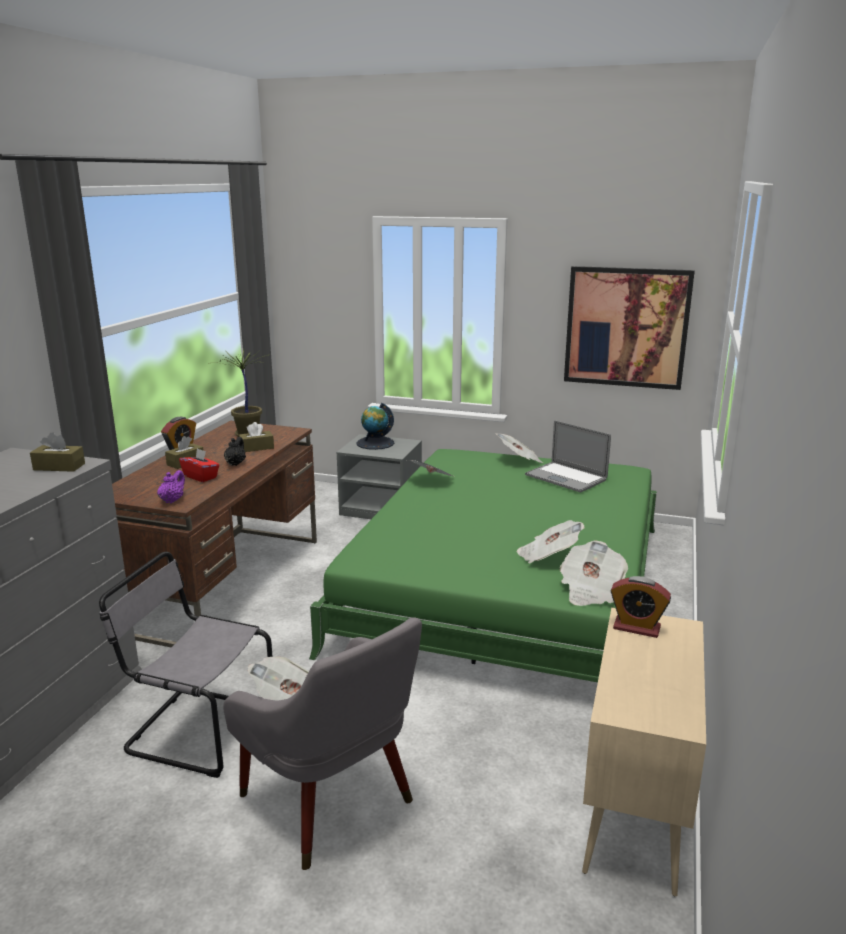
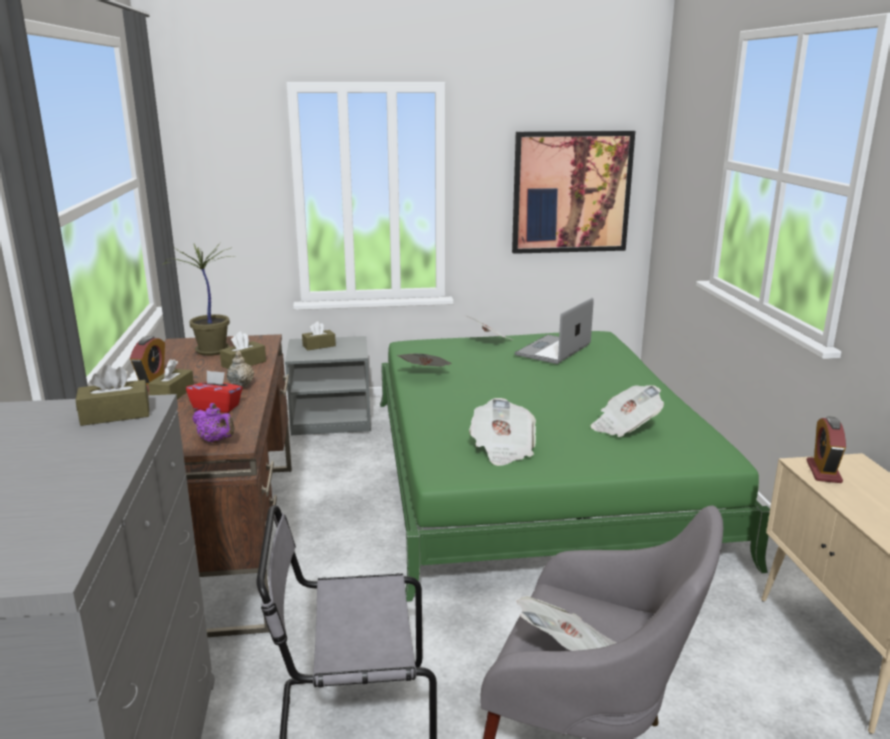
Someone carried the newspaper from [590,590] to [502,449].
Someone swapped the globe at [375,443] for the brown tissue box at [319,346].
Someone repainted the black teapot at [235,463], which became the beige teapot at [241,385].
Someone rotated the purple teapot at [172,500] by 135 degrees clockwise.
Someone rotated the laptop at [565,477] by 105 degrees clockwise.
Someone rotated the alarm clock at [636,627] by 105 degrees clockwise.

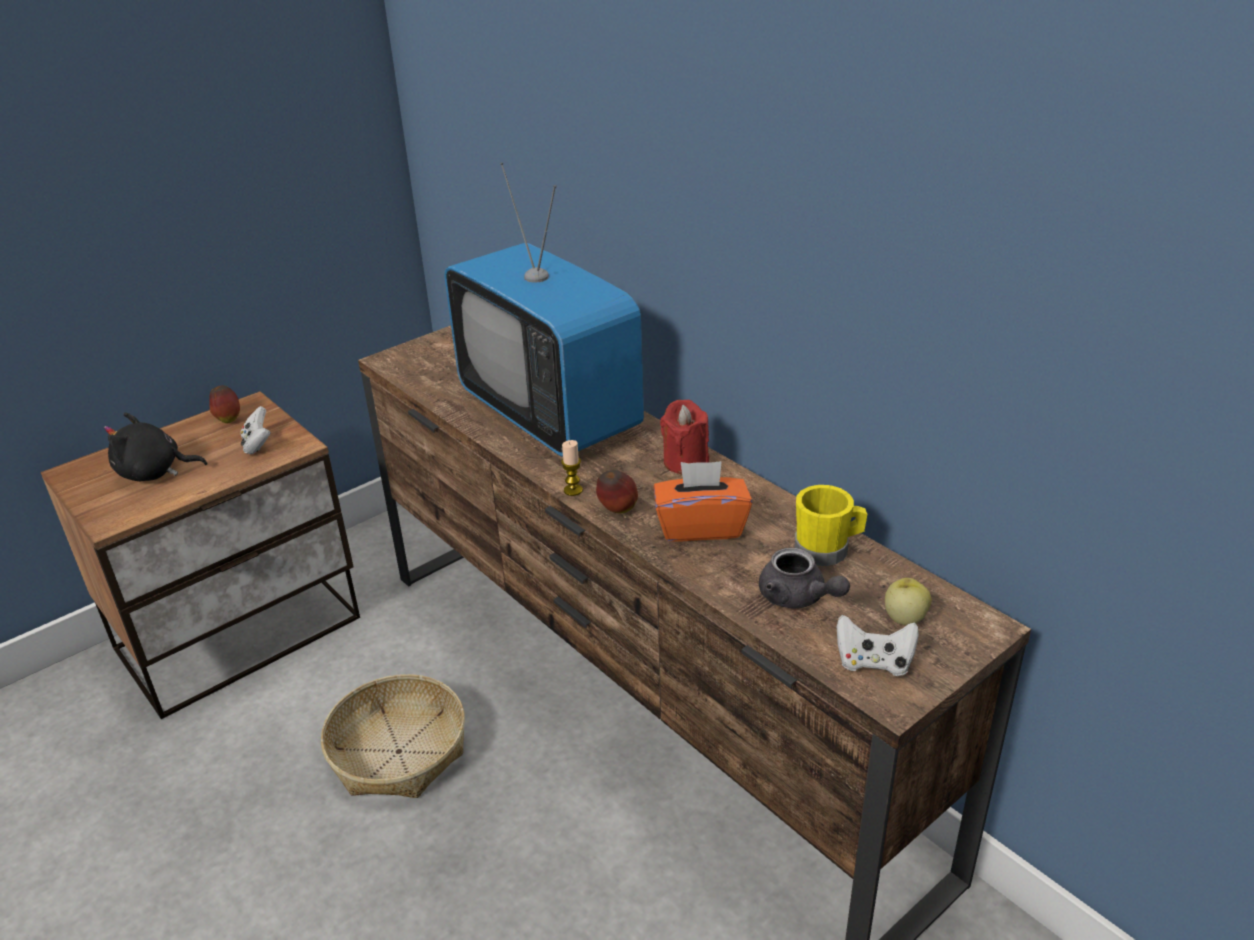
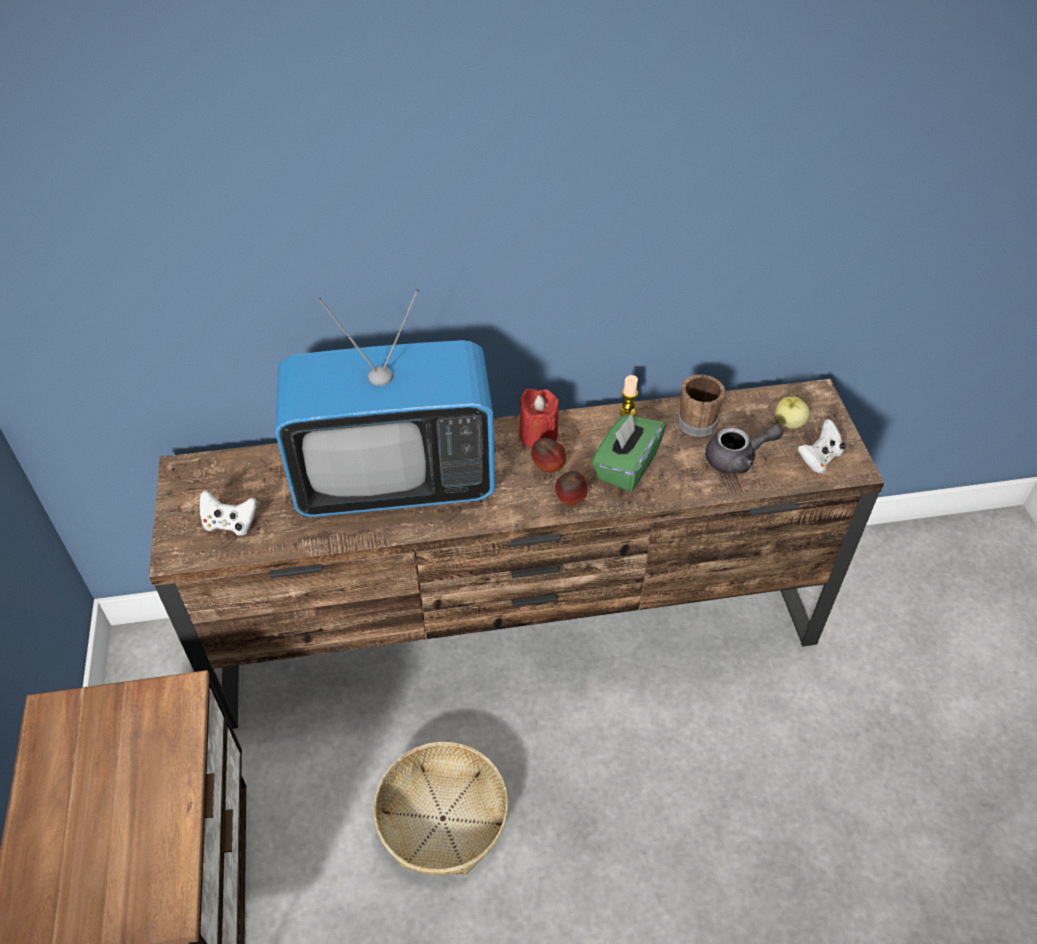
Someone took away the black plush toy at [154,472].
Someone carried the apple from [228,419] to [548,468].
Someone carried the white game controller from [258,444] to [230,523].
Someone carried the candle from [573,490] to [627,412].
Someone repainted the orange tissue box at [701,526], which became the green tissue box at [625,466].
Someone repainted the yellow mug at [827,550], which became the brown mug at [699,419].

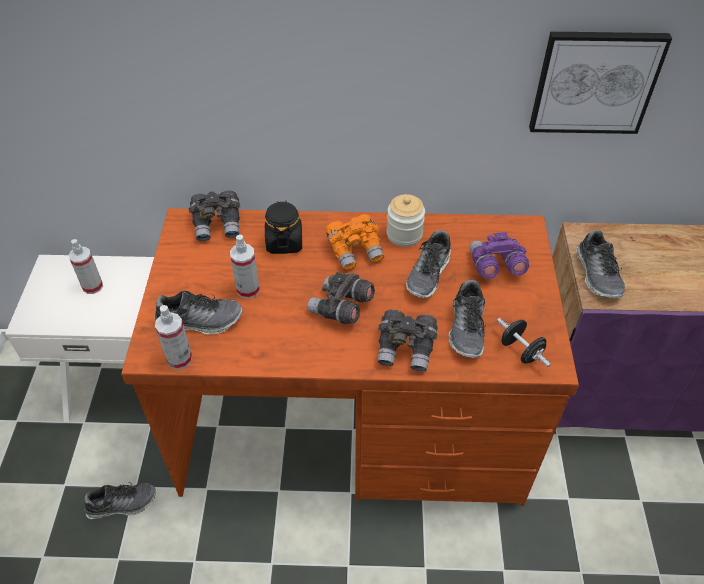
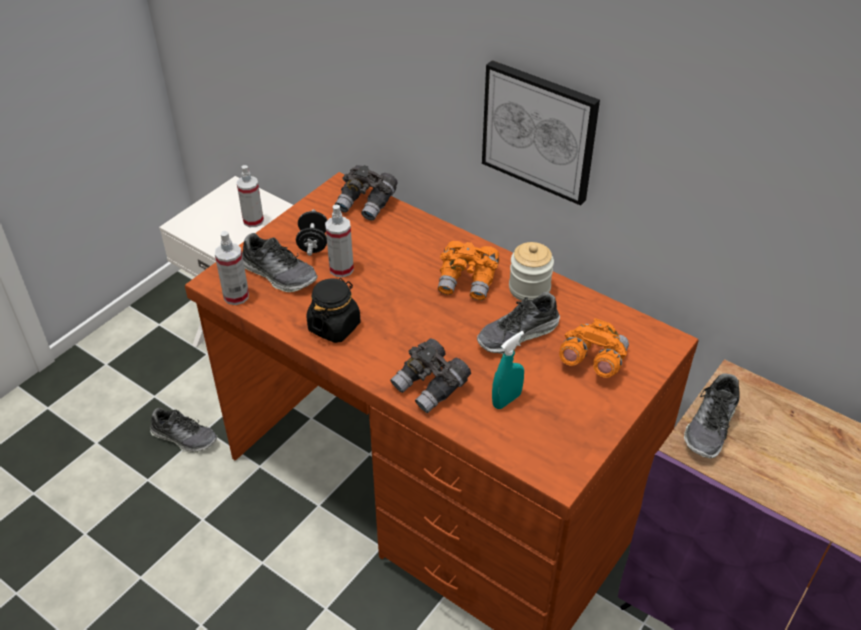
Someone took away the grey binoculars at [341,308].
Someone carried the black jar from [284,242] to [334,326].
Someone carried the black dumbbell from [520,351] to [313,244].
Someone carried the picture from [595,82] to [539,131].
Someone swapped the shoe at [467,328] for the turquoise spray bottle at [506,400].
Someone repainted the purple binoculars at [495,267], which became the orange binoculars at [592,361].

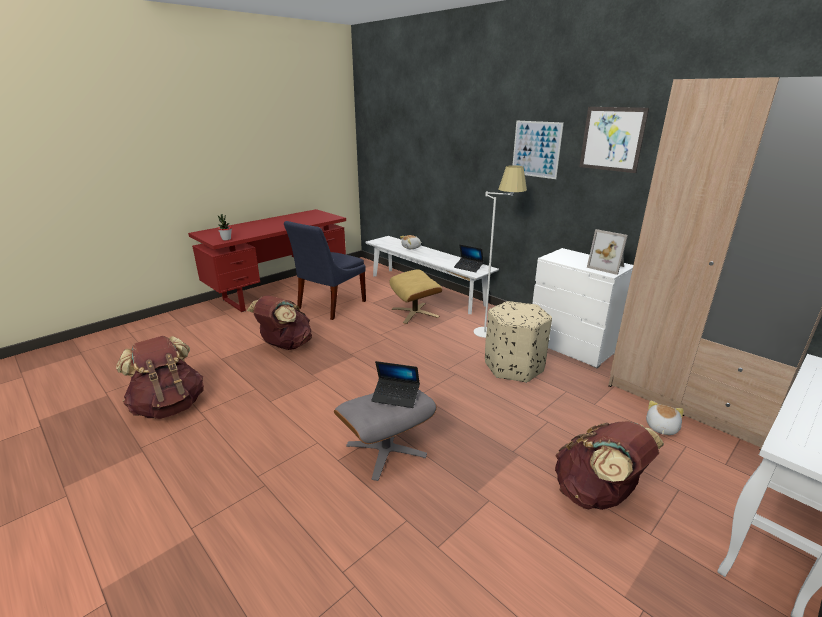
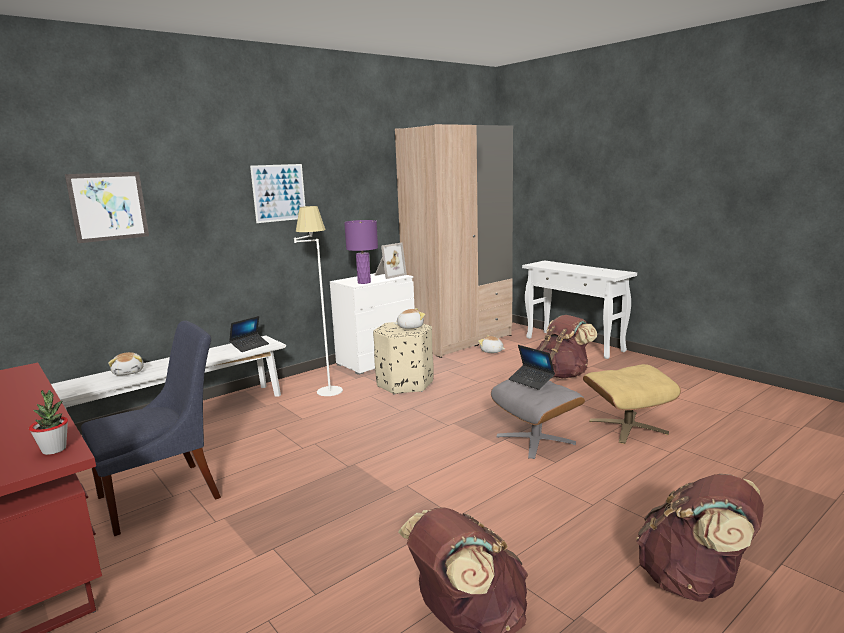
Someone put down the purple table lamp at [364,282].
Someone put down the plush toy at [410,327].
Someone carried the brown backpack from [285,346] to [694,582].
Someone carried the beige ottoman from [415,313] to [627,426].
Someone carried the picture from [612,139] to [108,206].
Someone rotated the blue chair at [329,306] by 75 degrees counterclockwise.
Someone rotated the laptop at [396,397] by 120 degrees clockwise.

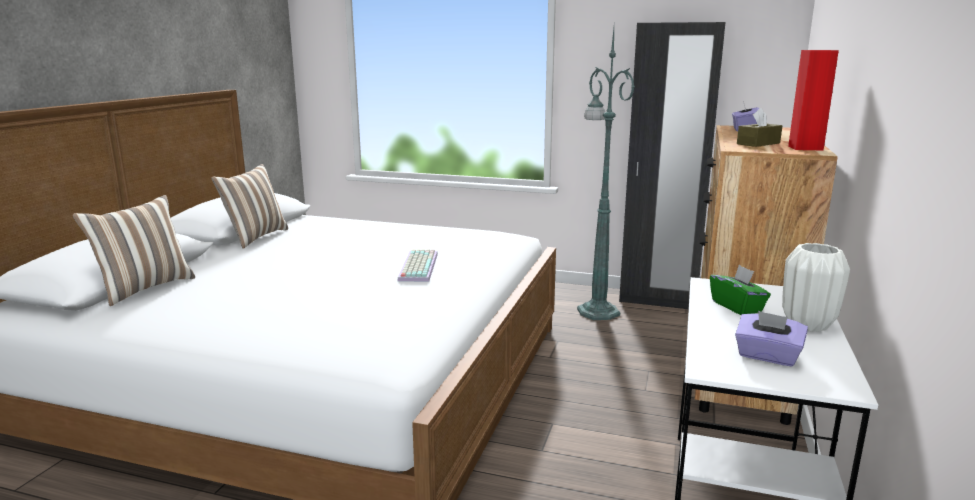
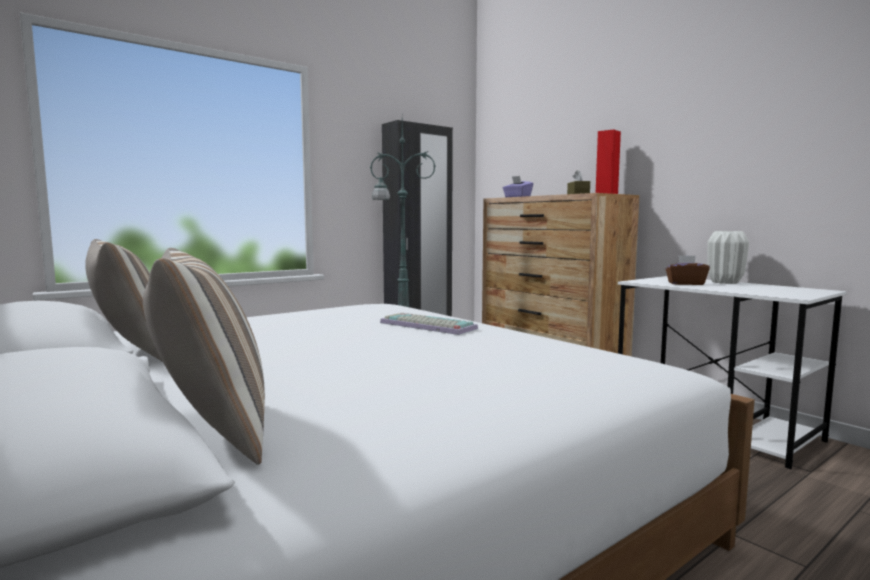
Someone took away the purple tissue box at [767,356].
Someone repainted the green tissue box at [737,307], which became the brown tissue box at [685,283].

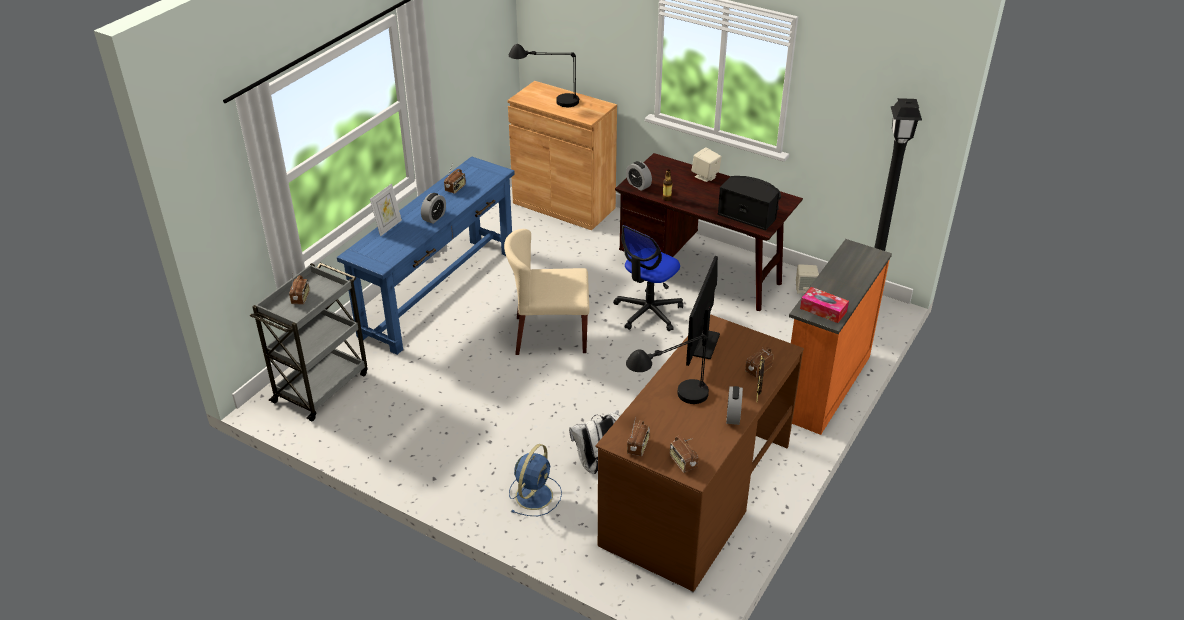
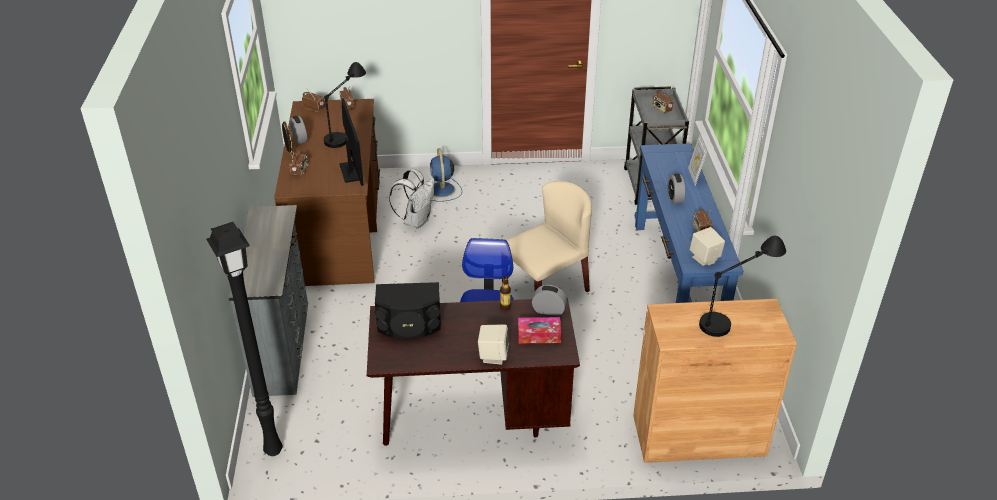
Someone carried the beige speaker from [805,289] to [705,258].
Someone carried the tissue box from [823,310] to [539,335].
Someone repainted the orange dresser at [823,386], which became the grey dresser at [283,347].

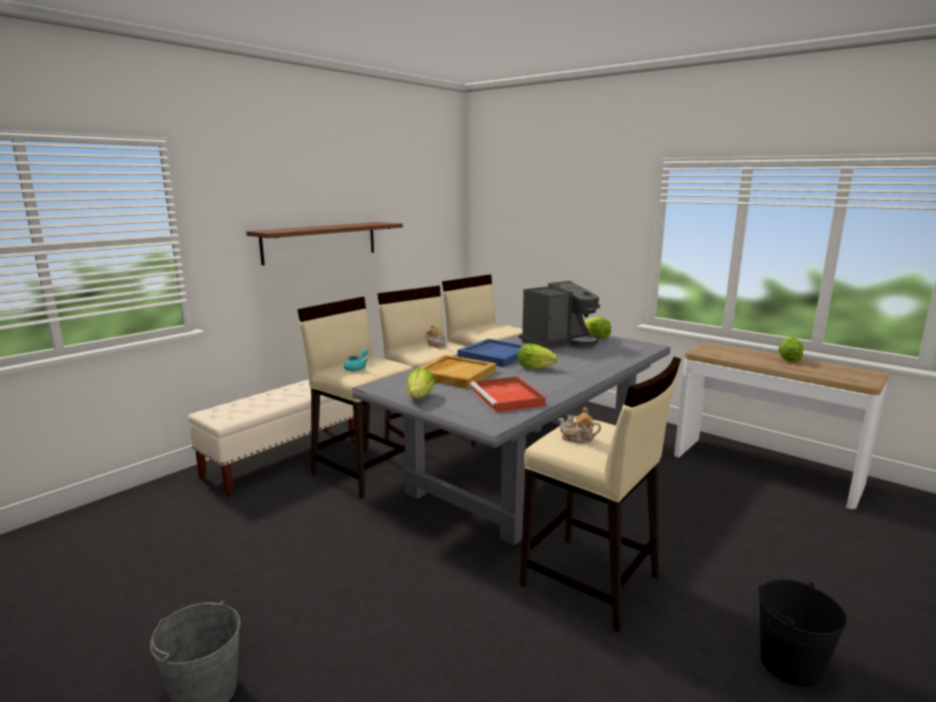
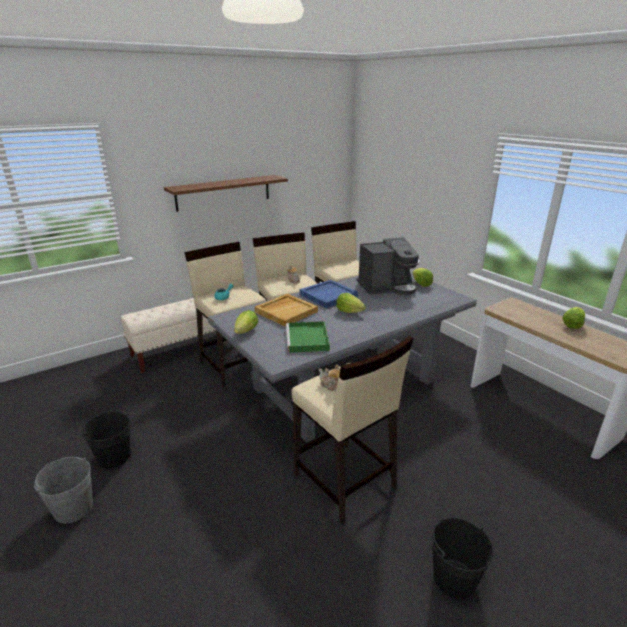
Someone put down the black bucket at [114,456].
Someone repainted the red tray at [508,398], which became the green tray at [307,339].

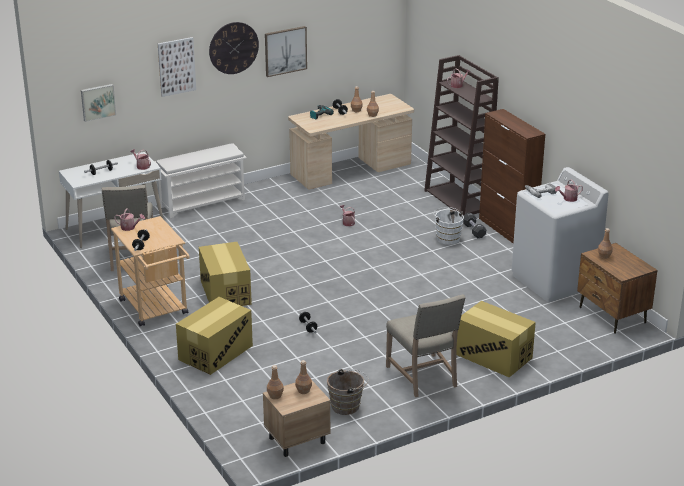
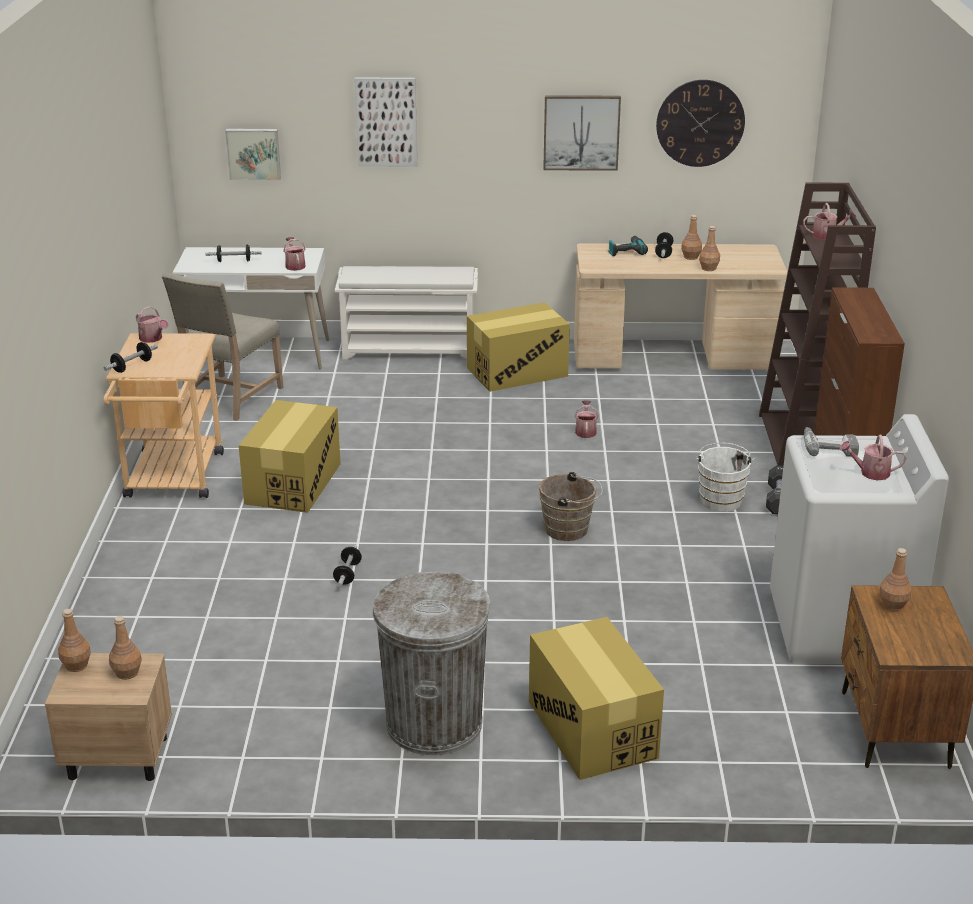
Someone carried the cardboard box from [215,353] to [516,372].
Someone carried the wall clock from [233,48] to [700,123].
Someone carried the brown bucket from [348,406] to [570,530].
Someone swapped the beige chair at [424,377] for the grey trash can at [433,723].

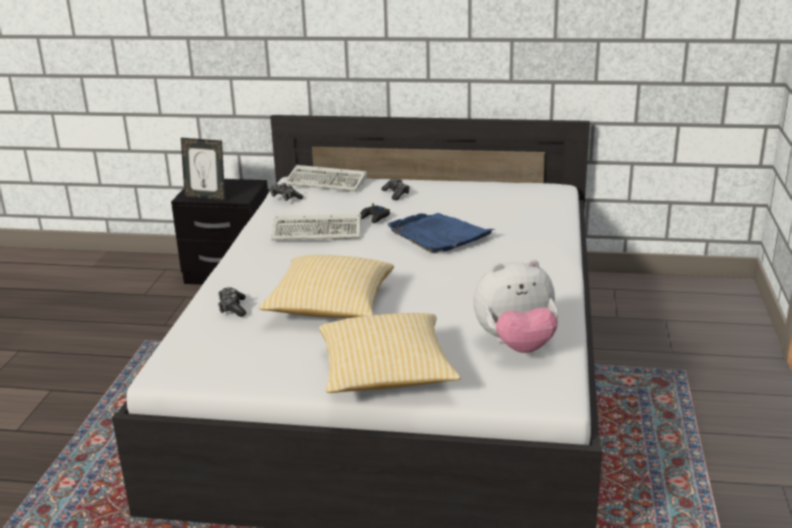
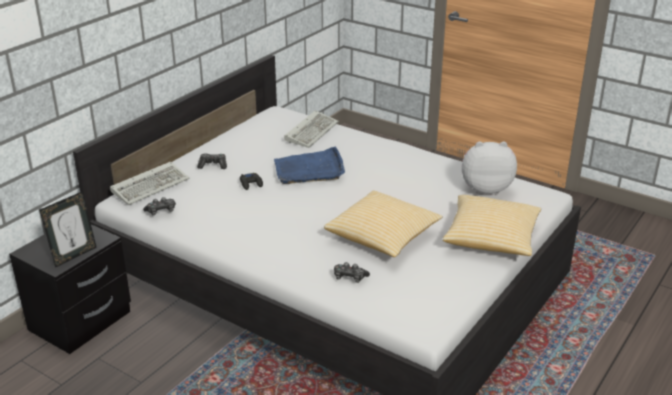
Someone carried the keyboard from [319,231] to [311,131].
Someone rotated the plush toy at [516,345] by 105 degrees counterclockwise.

